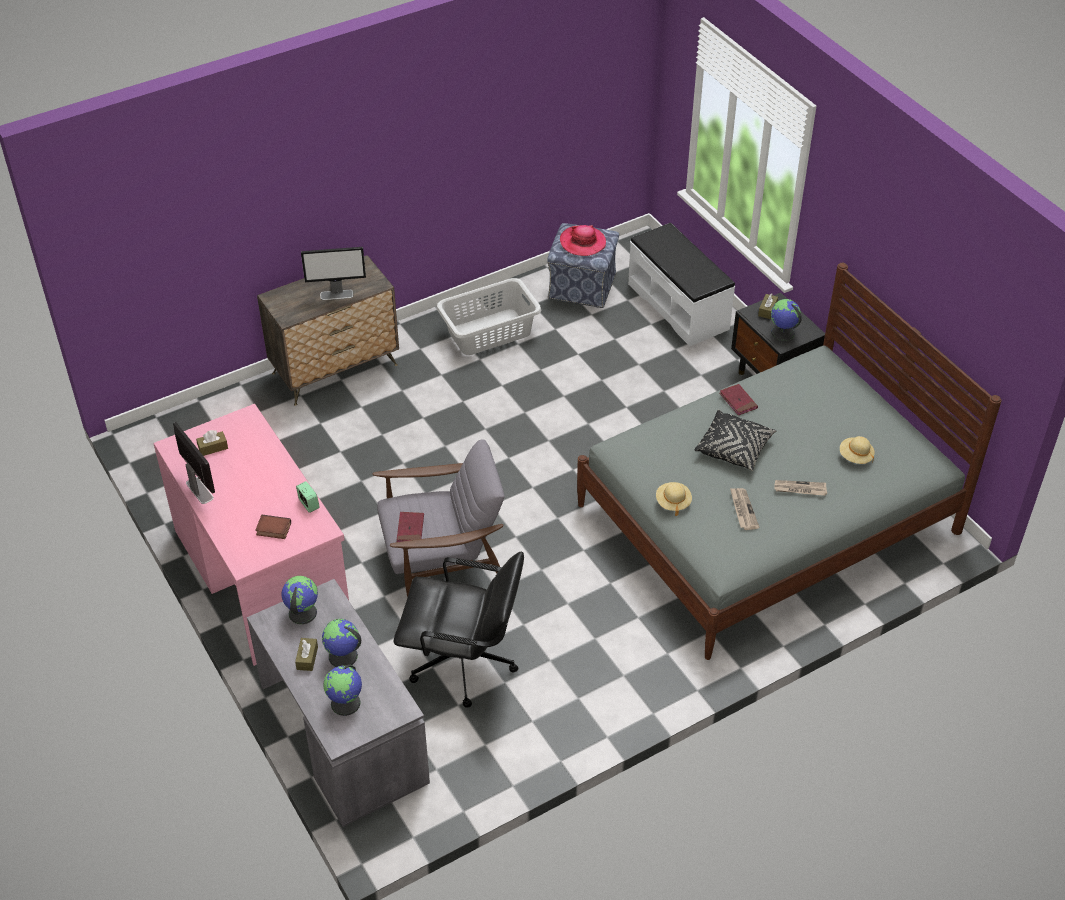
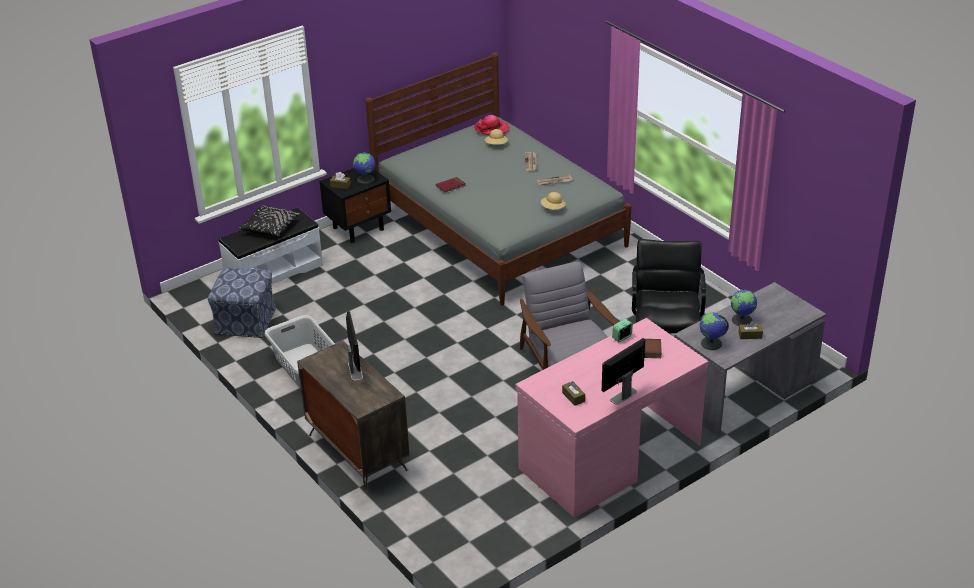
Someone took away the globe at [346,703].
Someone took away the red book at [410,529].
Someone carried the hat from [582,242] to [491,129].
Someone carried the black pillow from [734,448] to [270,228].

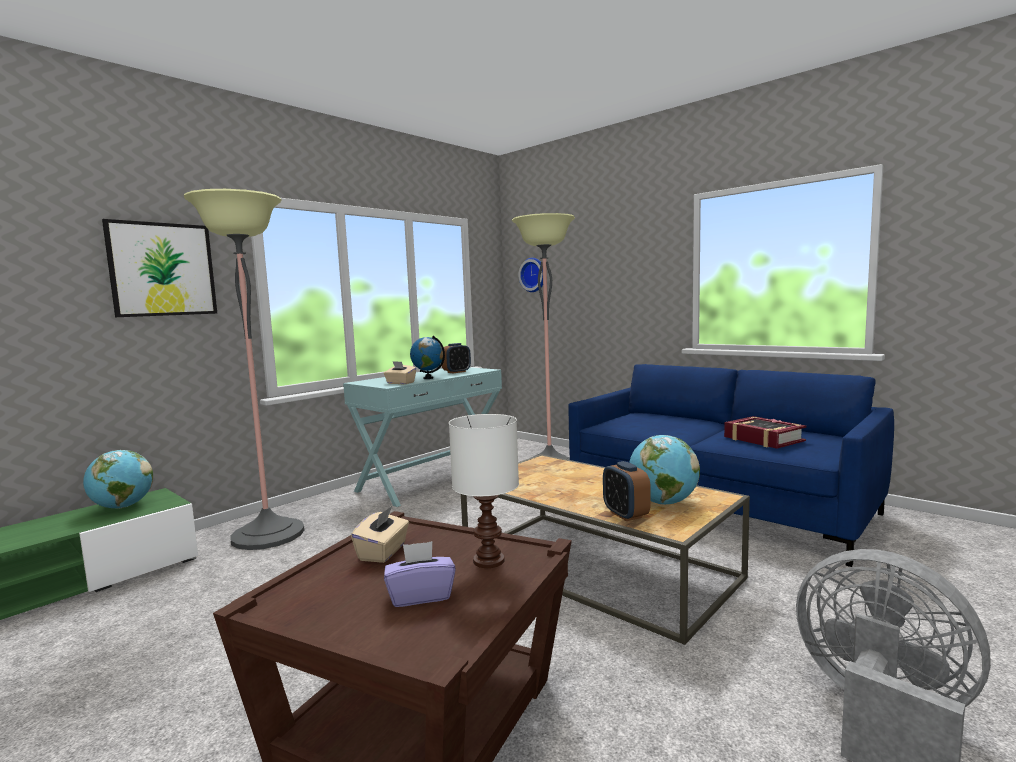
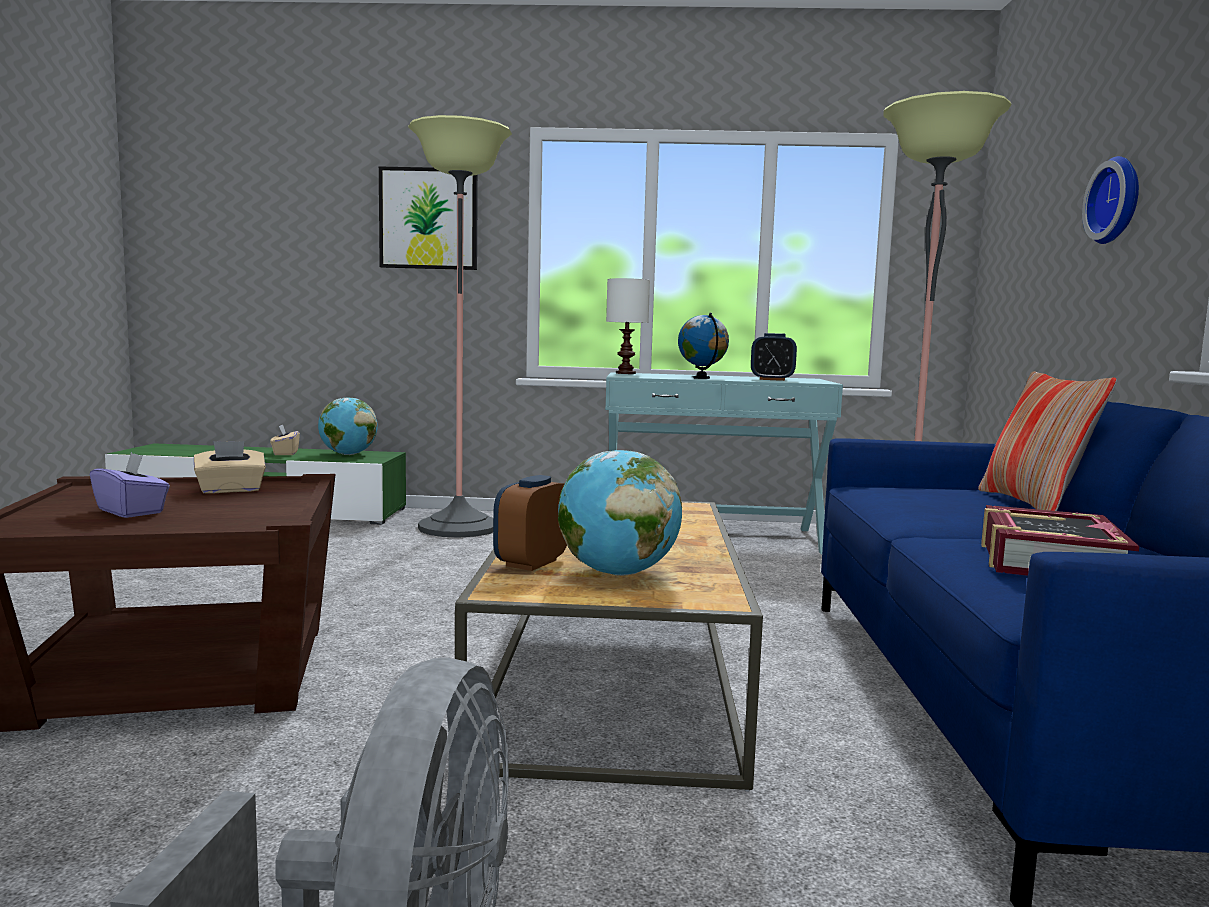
Someone put down the pillow at [1032,504].
Someone carried the beige tissue box from [400,383] to [285,453].
Someone carried the white table lamp from [489,561] to [625,373].
Someone carried the wall clock from [534,275] to [1118,200].

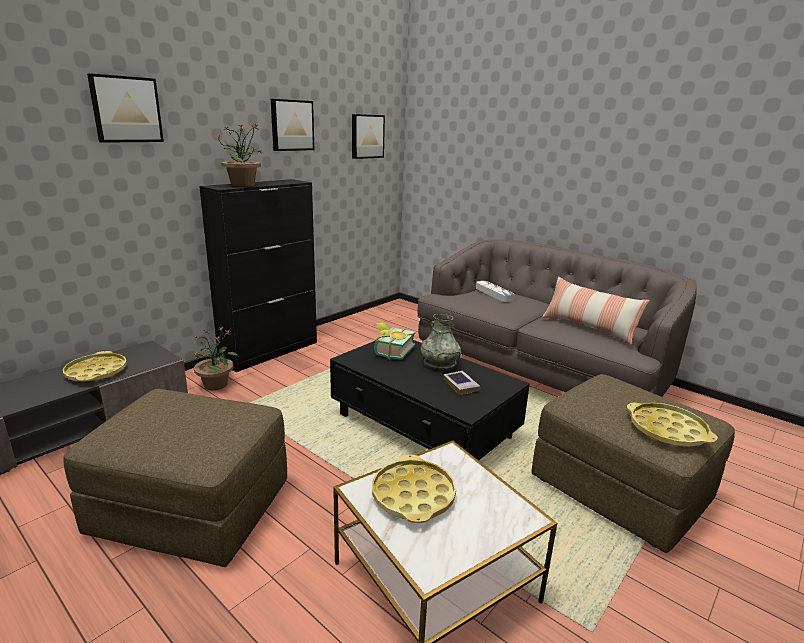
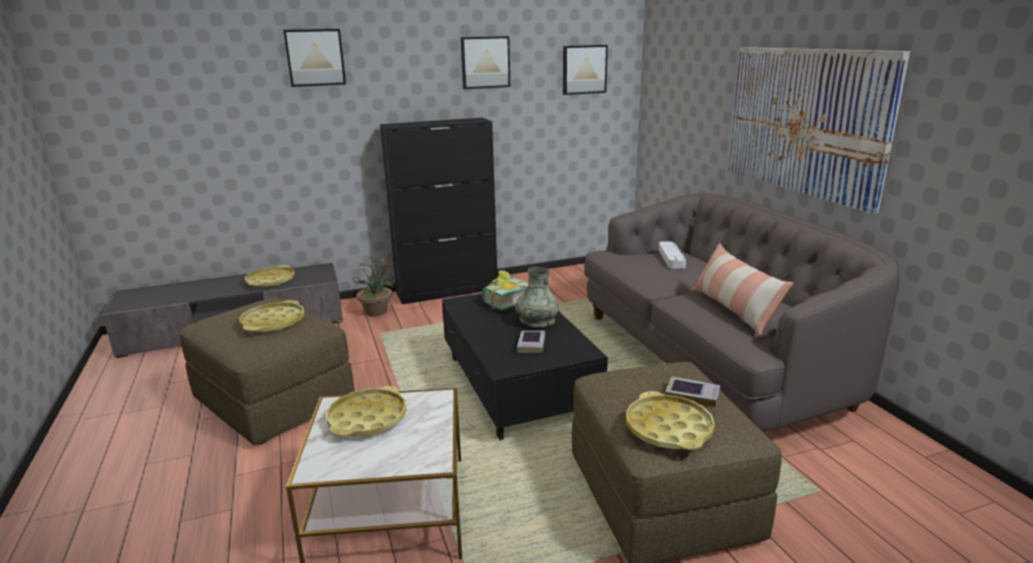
Someone took away the potted plant at [243,185].
Someone put down the yellow tray at [273,322].
Someone put down the book at [692,395].
Someone put up the picture at [804,121].

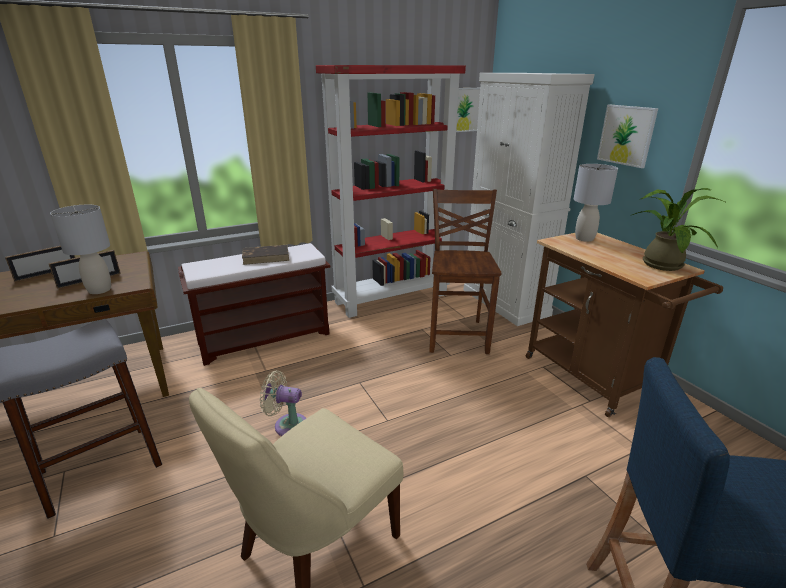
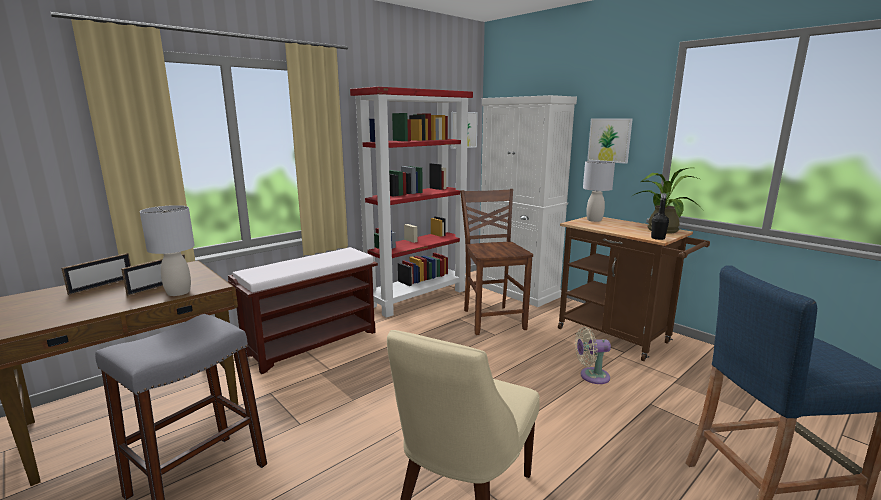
Someone took away the brown book at [266,257].
Someone put down the black bottle at [658,238].
Someone carried the beige fan from [287,425] to [591,376].

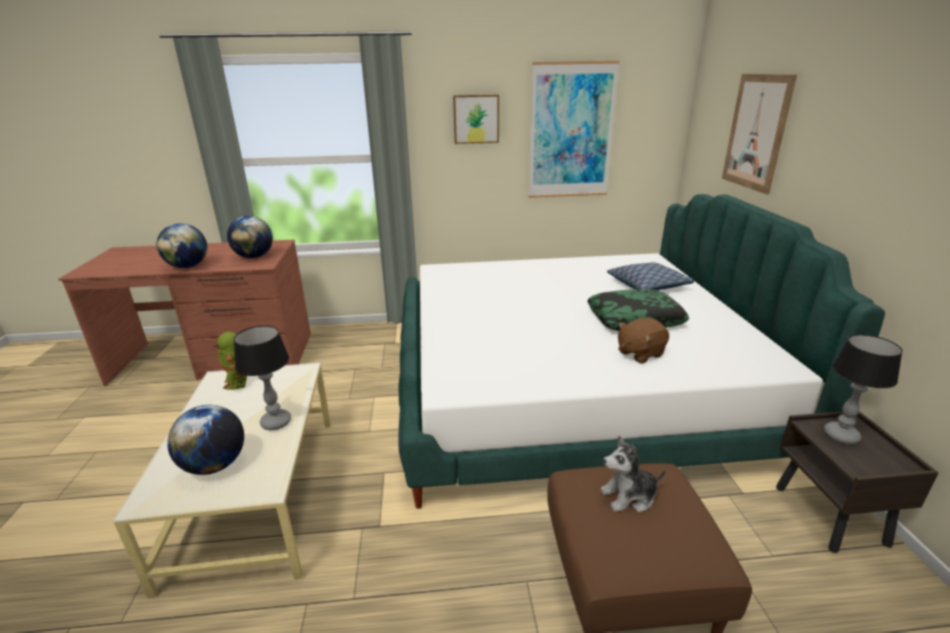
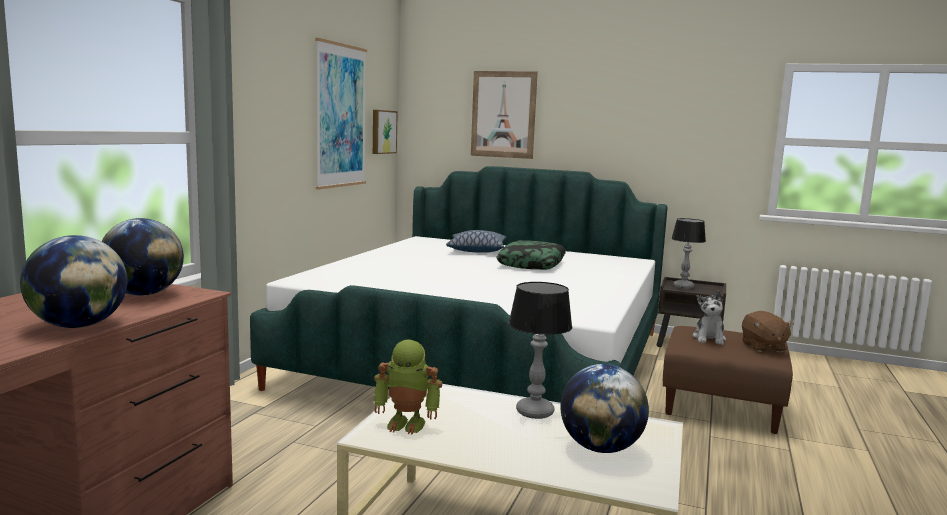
Someone carried the picture from [476,119] to [382,132].
Someone carried the brown plush toy from [639,353] to [763,347].

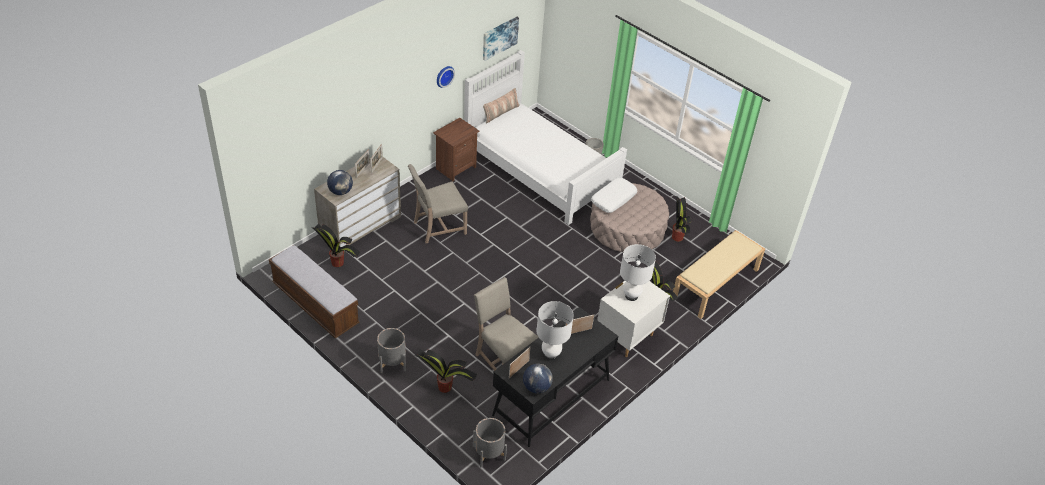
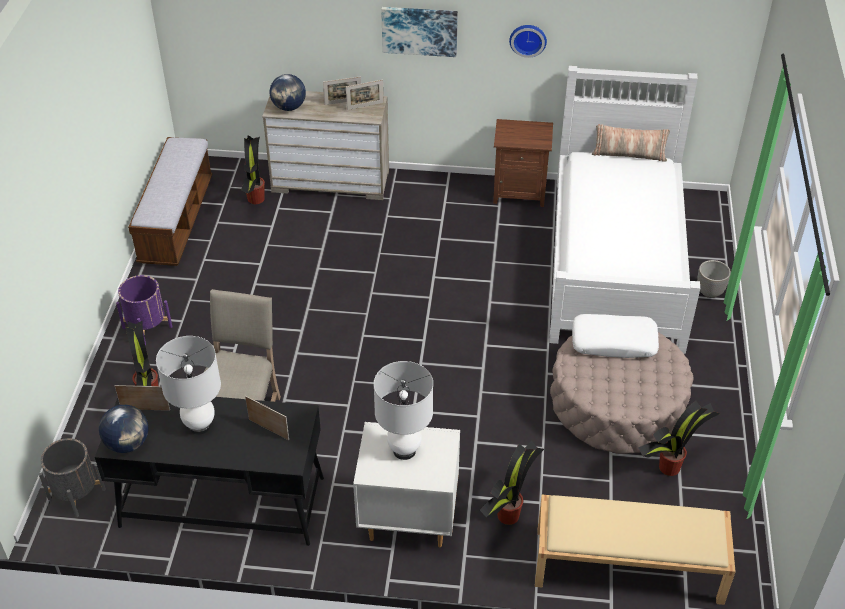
Someone took away the beige chair at [438,227].
Someone carried the picture from [499,37] to [419,30].
Someone repainted the grey planter at [392,362], which became the purple planter at [147,327].

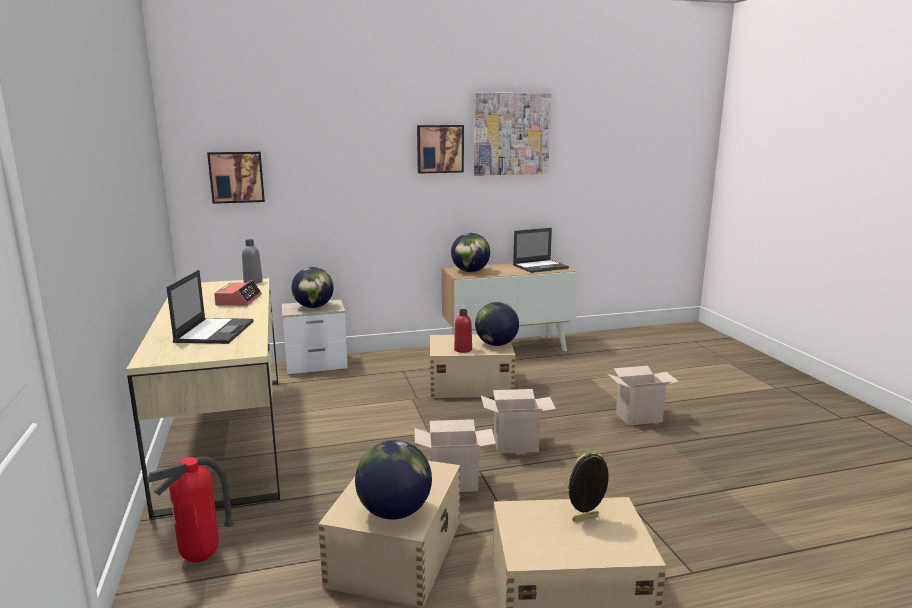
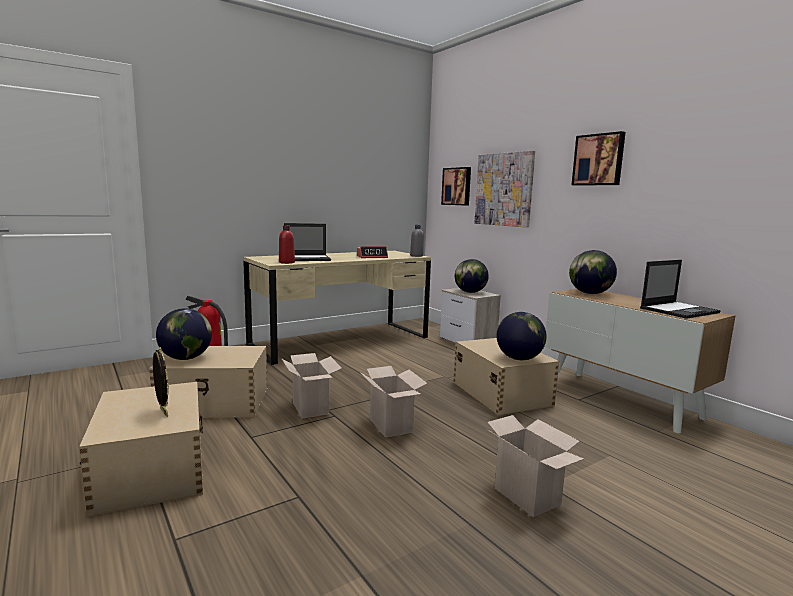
Someone carried the red bottle from [463,350] to [286,262].
Someone carried the picture from [511,134] to [504,189].
Someone rotated the laptop at [541,266] by 75 degrees counterclockwise.

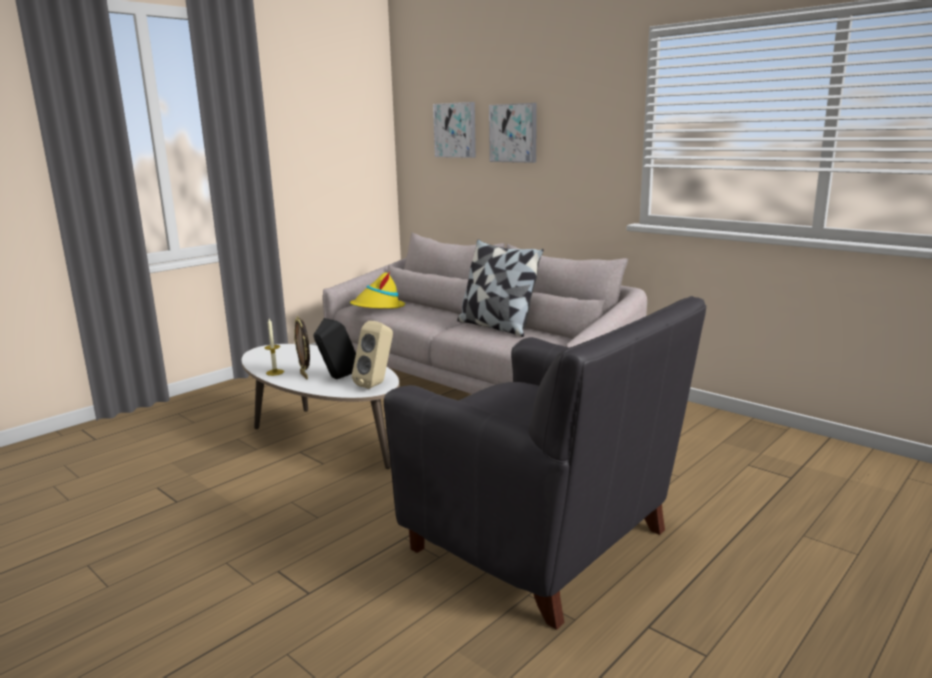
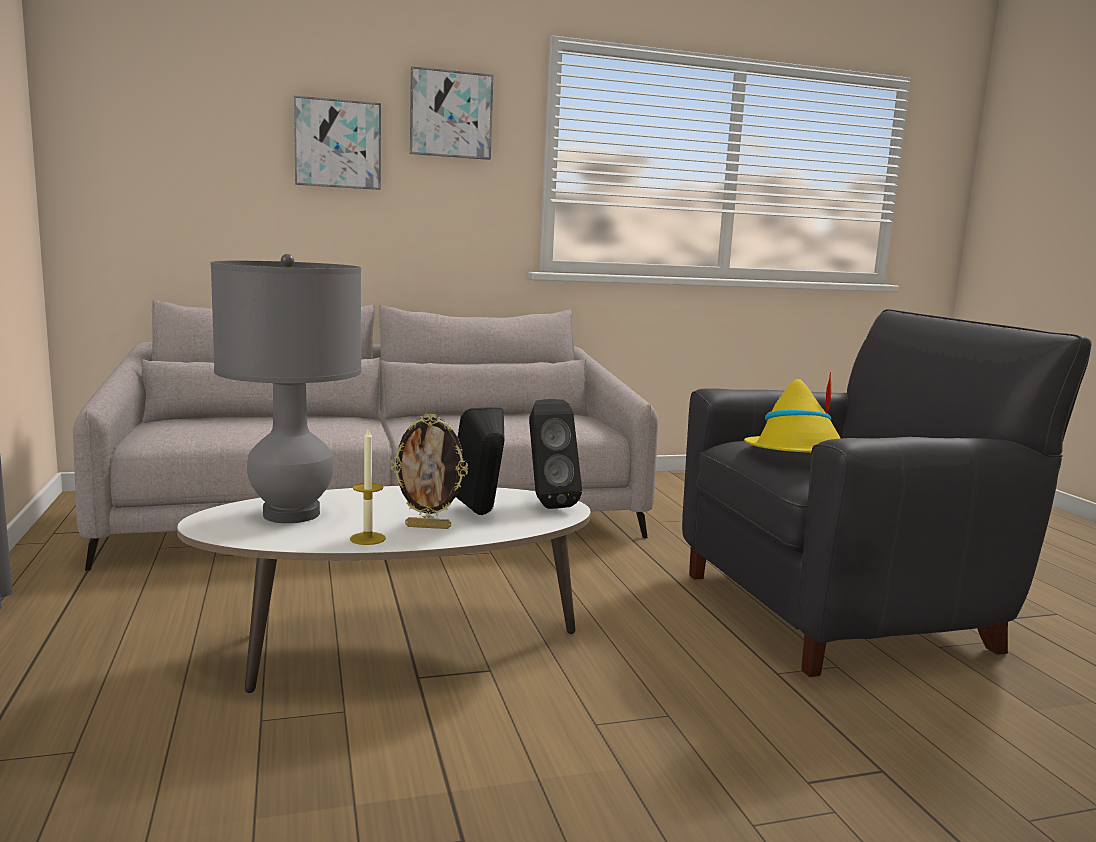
Someone took away the pillow at [496,326].
Someone put down the grey table lamp at [291,514].
Someone carried the yellow hat from [378,308] to [798,455].
Someone carried the picture from [456,130] to [450,114].
Someone repainted the beige speaker at [377,384], which became the black speaker at [547,503].

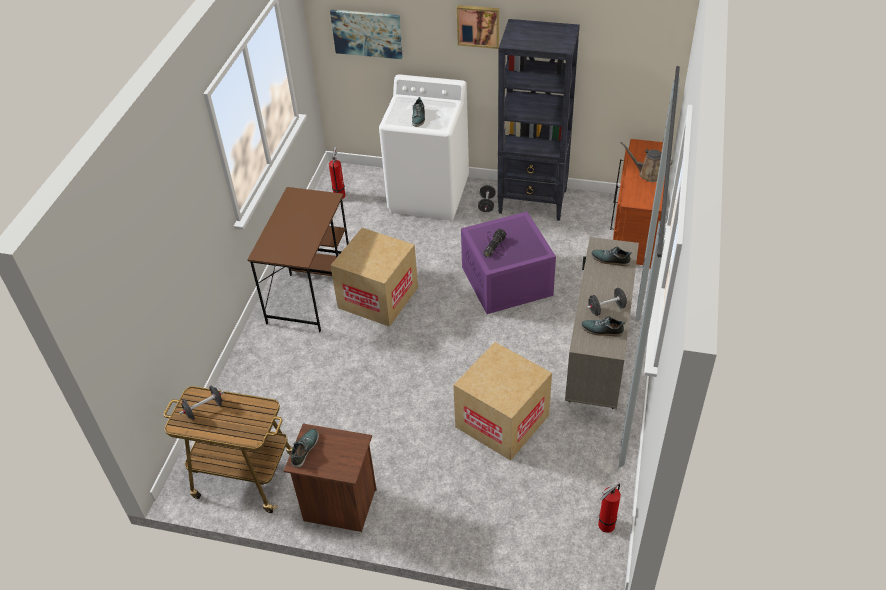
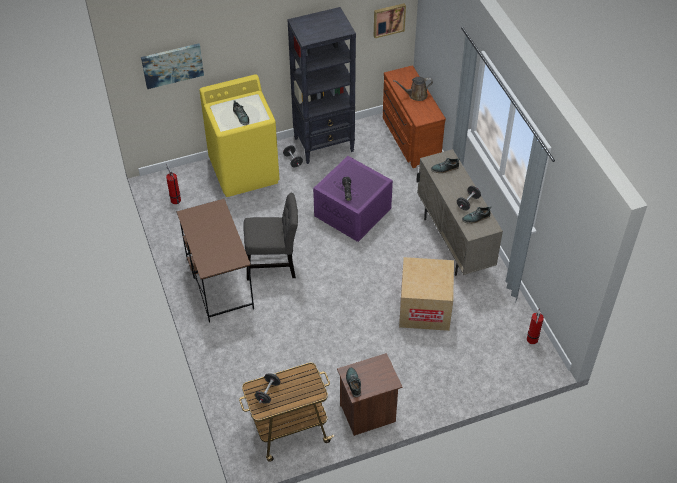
Someone carried the picture from [478,25] to [388,19].
Someone swapped the cardboard box at [378,297] for the grey chair at [273,265].
Someone repainted the white washing machine at [429,195], which became the yellow washing machine at [244,171].

